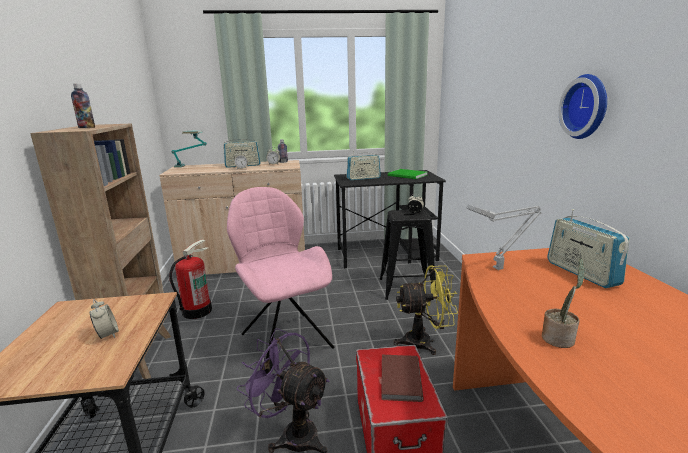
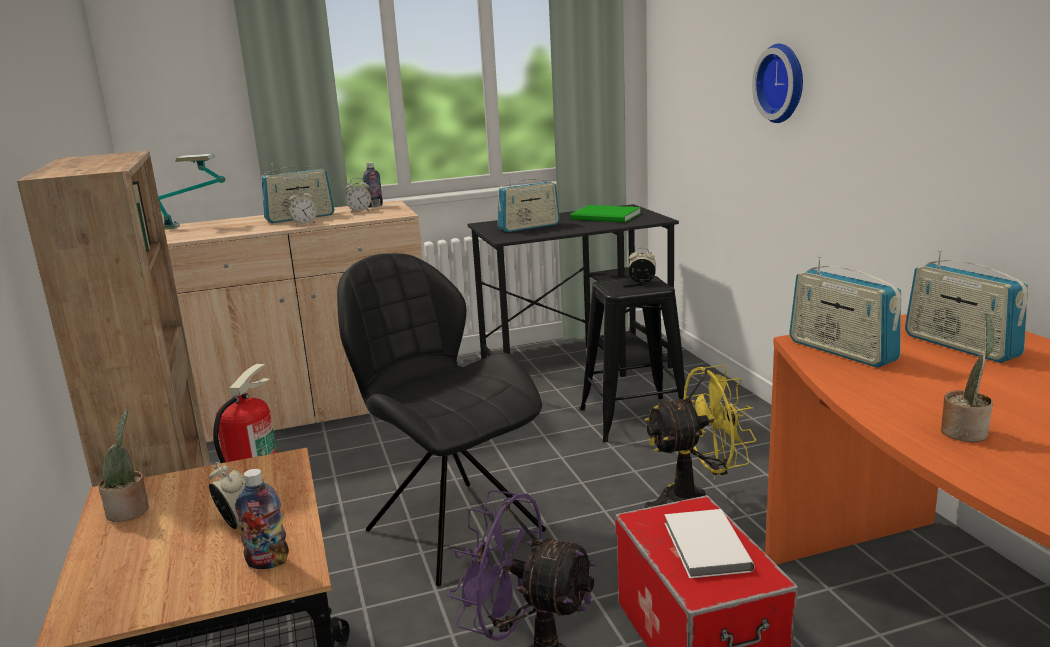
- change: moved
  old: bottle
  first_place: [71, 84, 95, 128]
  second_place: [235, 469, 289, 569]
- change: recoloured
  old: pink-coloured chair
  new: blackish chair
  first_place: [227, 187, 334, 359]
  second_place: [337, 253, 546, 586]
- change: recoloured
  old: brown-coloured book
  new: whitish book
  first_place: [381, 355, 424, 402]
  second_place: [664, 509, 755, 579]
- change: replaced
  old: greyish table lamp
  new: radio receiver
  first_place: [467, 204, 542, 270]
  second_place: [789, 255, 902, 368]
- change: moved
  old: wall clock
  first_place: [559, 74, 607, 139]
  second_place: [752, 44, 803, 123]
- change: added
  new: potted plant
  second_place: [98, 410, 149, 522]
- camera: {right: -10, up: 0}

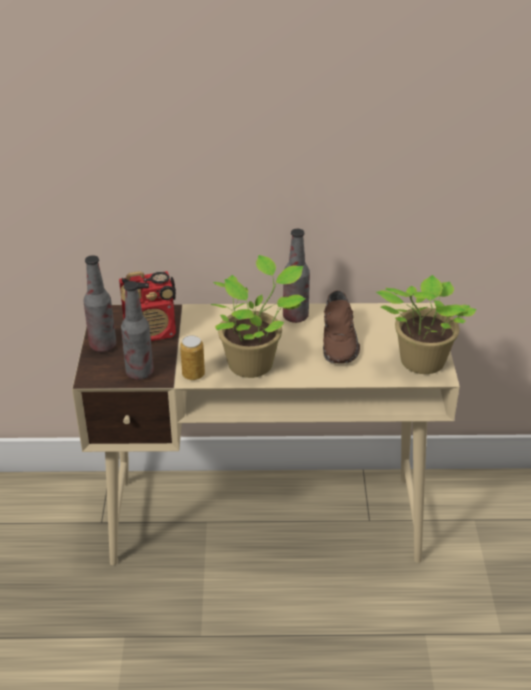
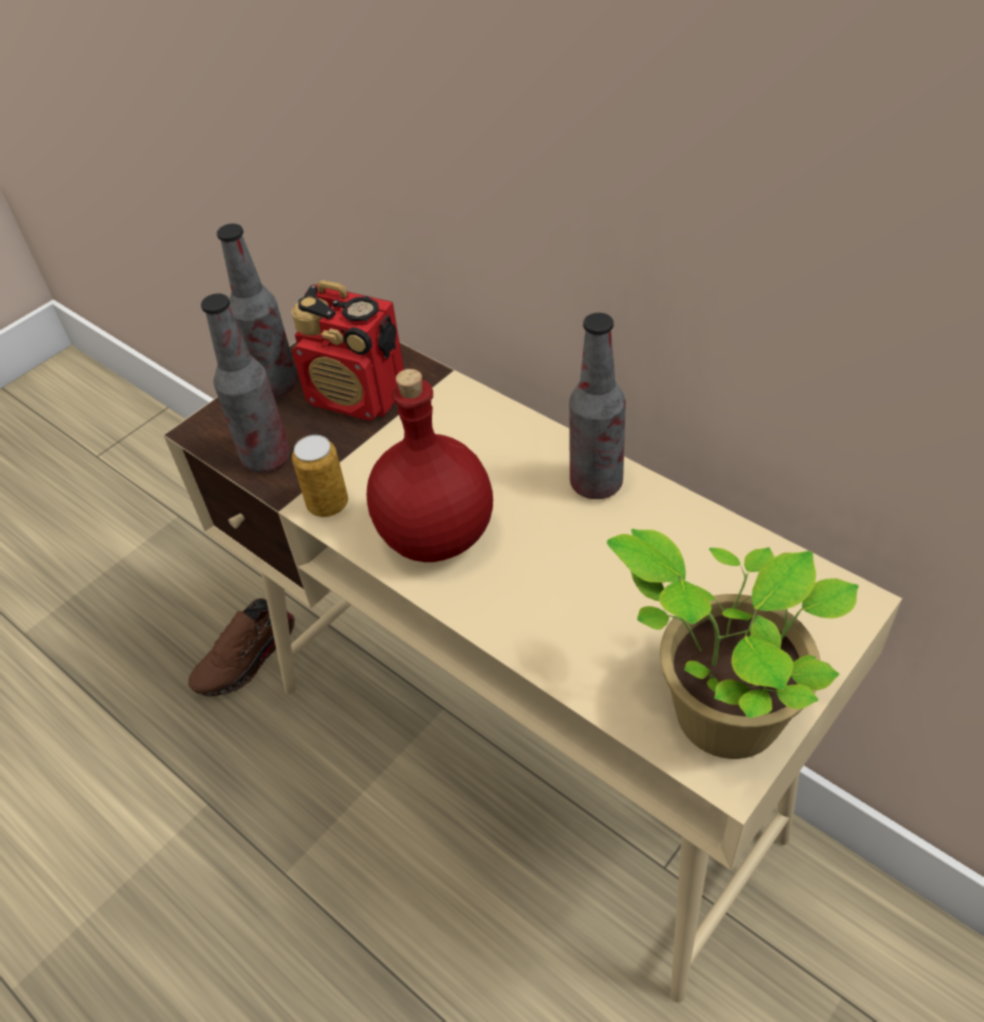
- change: replaced
  old: potted plant
  new: red bottle
  first_place: [211, 255, 306, 378]
  second_place: [367, 369, 493, 562]
- change: moved
  old: brown-coloured item of footwear
  first_place: [323, 290, 360, 363]
  second_place: [189, 598, 295, 696]
- camera: {right: 45, up: 10}

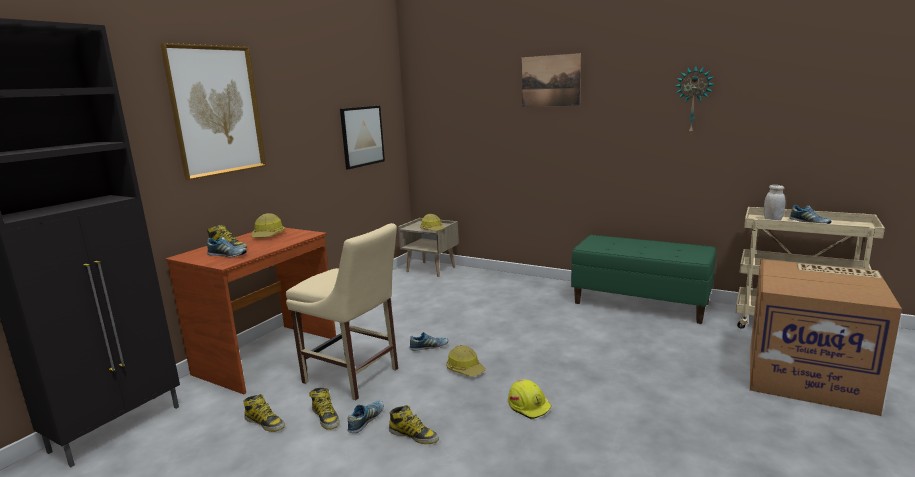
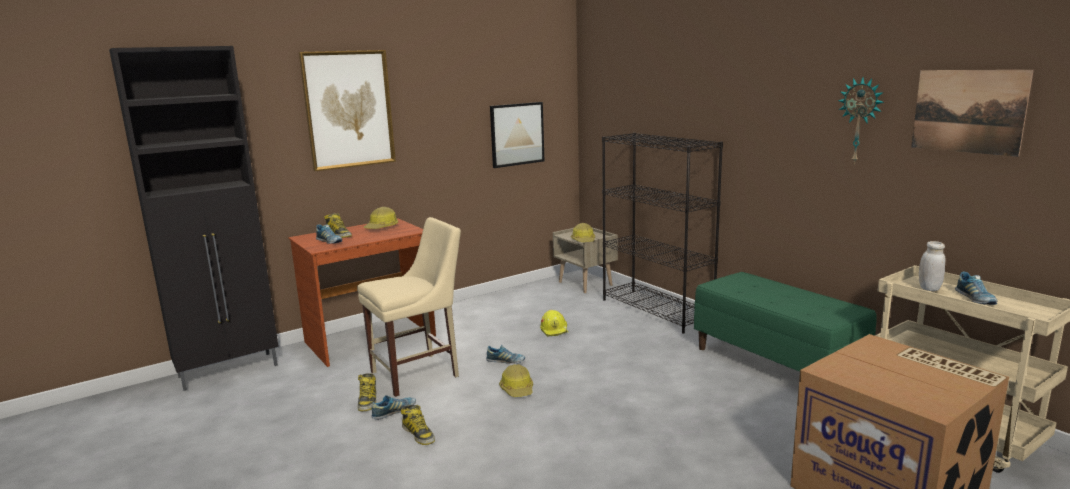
- change: removed
  old: high-top boot
  first_place: [243, 394, 285, 432]
- change: turned
  old: beige chair
  first_place: [286, 223, 398, 400]
  second_place: [357, 217, 461, 397]
  degrees: -90
- change: moved
  old: yellow hard hat
  first_place: [508, 380, 552, 419]
  second_place: [540, 310, 568, 336]
- change: moved
  old: wall art
  first_place: [522, 53, 581, 107]
  second_place: [911, 70, 1034, 157]
- change: added
  new: blackish bookshelf
  second_place: [602, 133, 723, 333]
- camera: {right: 25, up: 0}

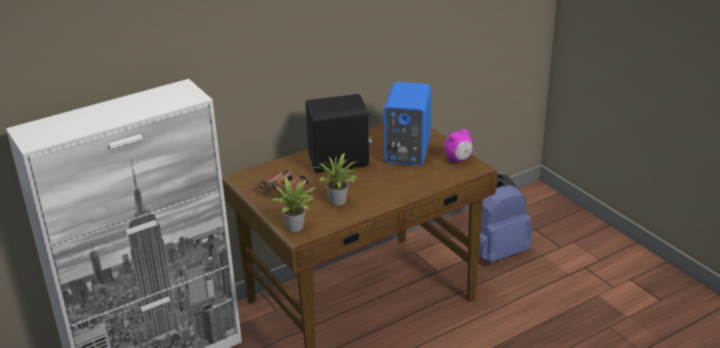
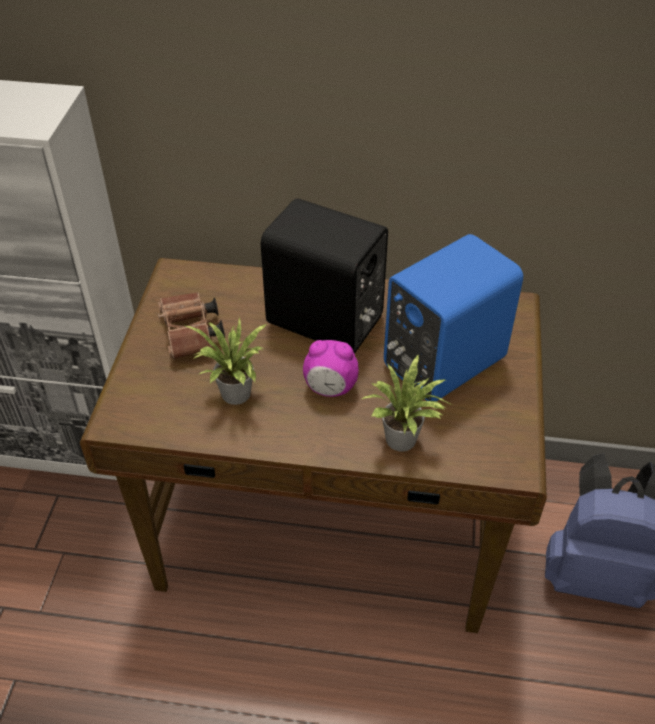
- change: moved
  old: potted plant
  first_place: [273, 177, 318, 232]
  second_place: [362, 354, 452, 452]
- change: moved
  old: bedside clock
  first_place: [445, 129, 473, 162]
  second_place: [303, 340, 359, 397]
- camera: {right: 40, up: 15}

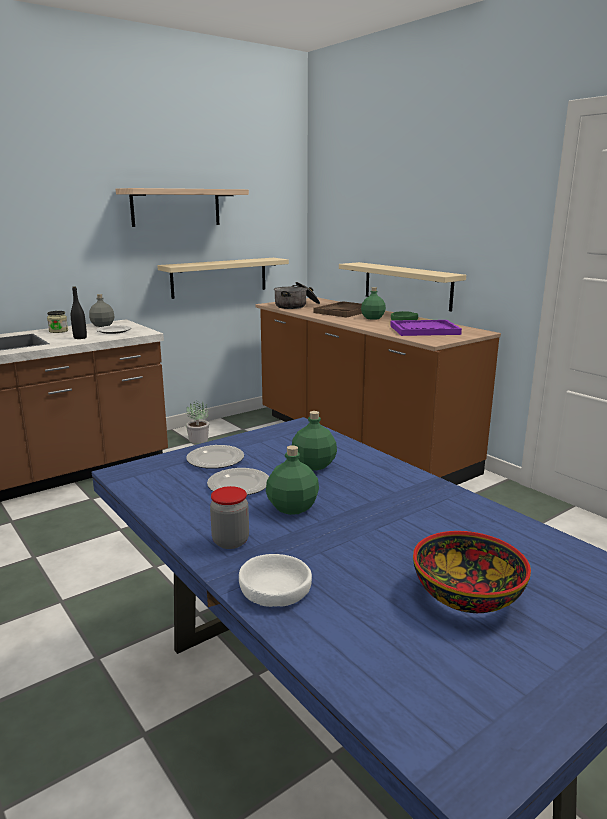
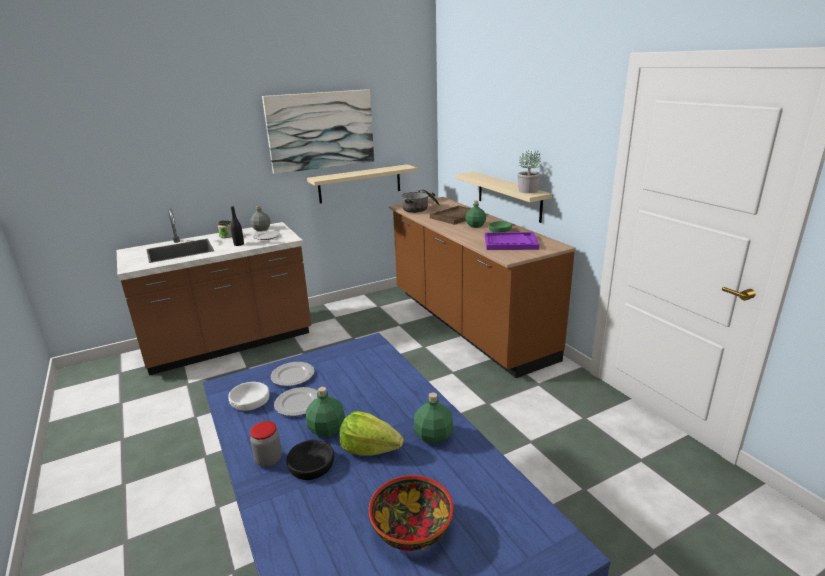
- change: replaced
  old: wall shelf
  new: wall art
  first_place: [116, 188, 249, 227]
  second_place: [262, 89, 374, 174]
- change: moved
  old: potted plant
  first_place: [186, 400, 209, 444]
  second_place: [517, 150, 541, 193]
- change: moved
  old: whitish serving bowl
  first_place: [239, 554, 312, 607]
  second_place: [228, 382, 269, 411]
- change: moved
  old: green-coloured bottle
  first_place: [292, 411, 337, 471]
  second_place: [414, 393, 454, 444]
- change: added
  new: blackish serving bowl
  second_place: [287, 440, 334, 480]
- change: added
  new: lettuce
  second_place: [339, 411, 404, 456]
- camera: {right: 10, up: 5}

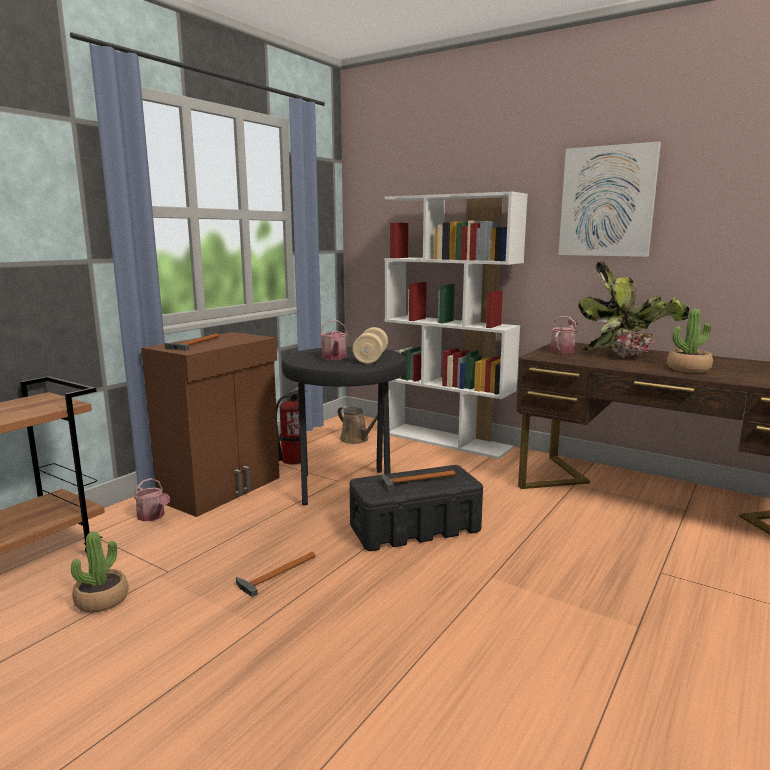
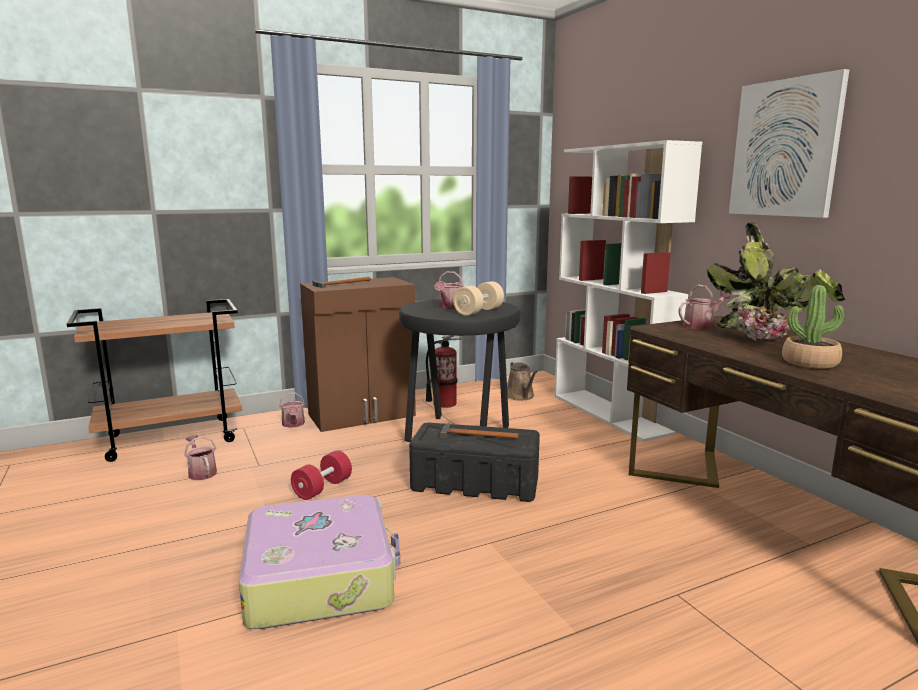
- change: replaced
  old: potted plant
  new: sprinkling can
  first_place: [71, 531, 129, 613]
  second_place: [184, 435, 217, 480]
- change: replaced
  old: tool hammer
  new: red hand weight
  first_place: [236, 552, 316, 597]
  second_place: [291, 450, 352, 500]
- change: added
  new: piece of luggage
  second_place: [239, 495, 400, 629]
- camera: {right: 30, up: 0}

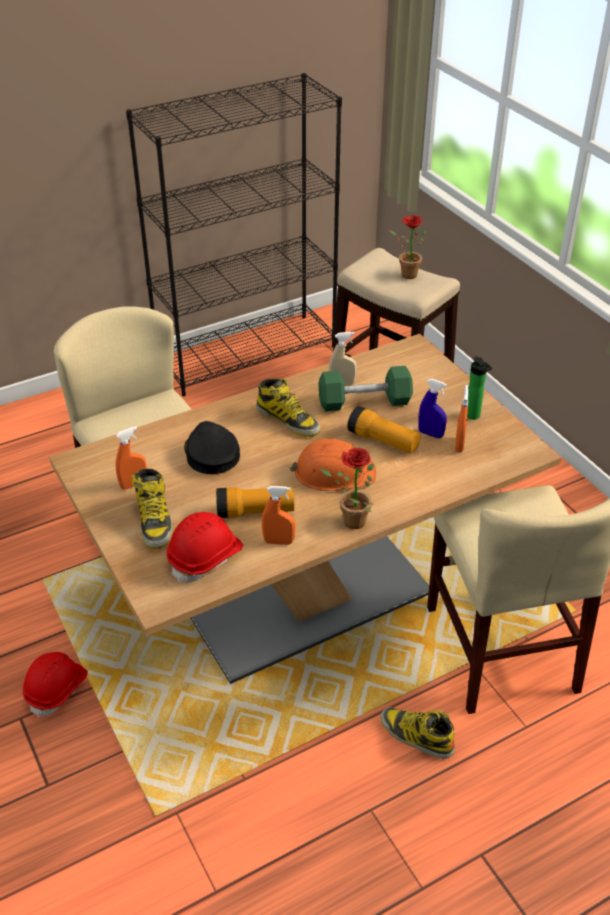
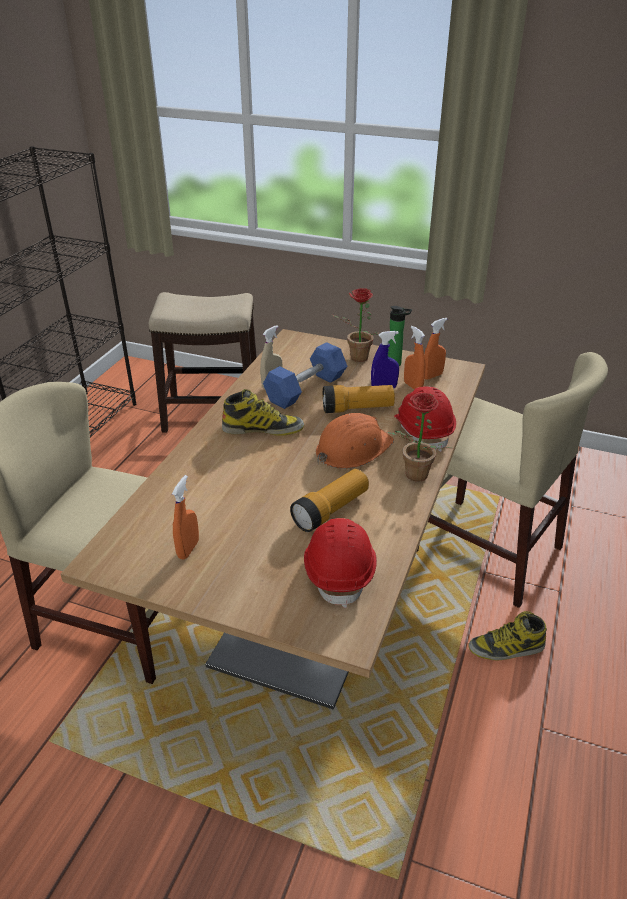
- change: moved
  old: red hard hat
  first_place: [23, 652, 88, 718]
  second_place: [394, 386, 456, 452]
- change: removed
  old: high-top boot
  first_place: [131, 469, 172, 549]
- change: removed
  old: blackish cap
  first_place: [184, 421, 240, 474]
- change: moved
  old: orange-coloured hand sprayer
  first_place: [262, 486, 295, 545]
  second_place: [424, 318, 447, 379]
- change: recoloured
  old: green-coloured hand weight
  new: blue hand weight
  first_place: [318, 366, 413, 411]
  second_place: [263, 342, 348, 409]
- change: moved
  old: potted plant
  first_place: [389, 215, 426, 279]
  second_place: [332, 288, 378, 362]
- camera: {right: -40, up: -5}

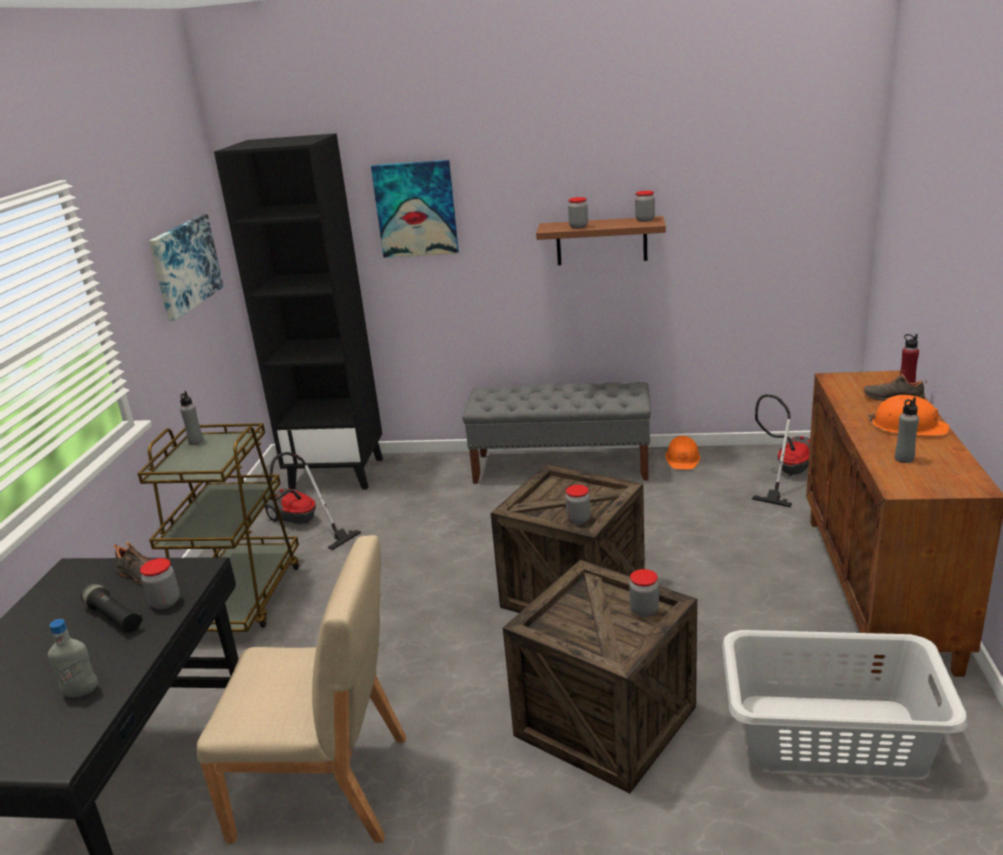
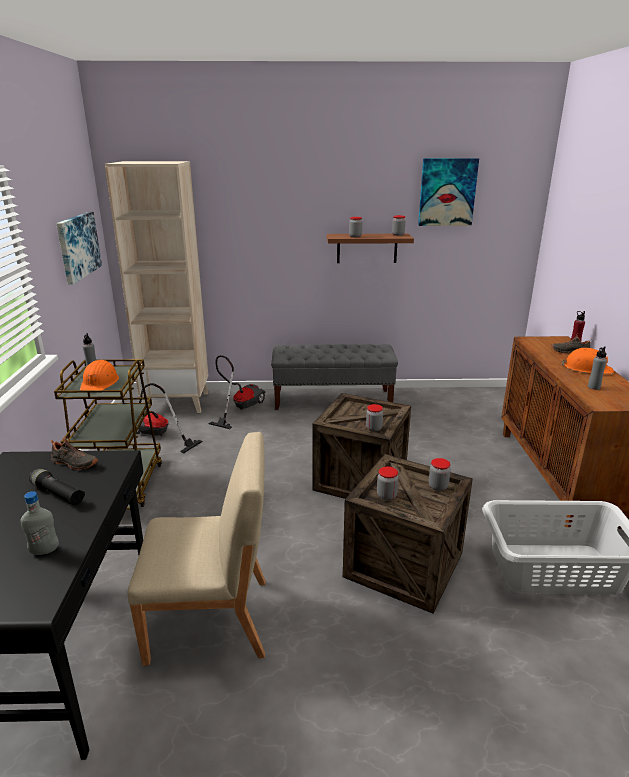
- change: moved
  old: preserve jar
  first_place: [140, 558, 180, 609]
  second_place: [377, 466, 398, 500]
- change: recoloured
  old: blackish bookshelf
  new: beige bookshelf
  first_place: [214, 133, 383, 489]
  second_place: [105, 161, 208, 413]
- change: moved
  old: wall art
  first_place: [371, 160, 459, 258]
  second_place: [418, 158, 479, 226]
- change: moved
  old: orange-coloured hard hat
  first_place: [665, 436, 700, 470]
  second_place: [80, 360, 119, 390]
- change: moved
  old: vacuum cleaner
  first_place: [752, 394, 810, 507]
  second_place: [209, 355, 266, 429]
- camera: {right: -10, up: 0}

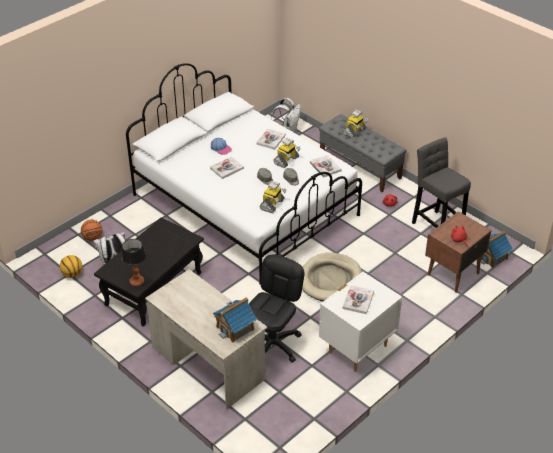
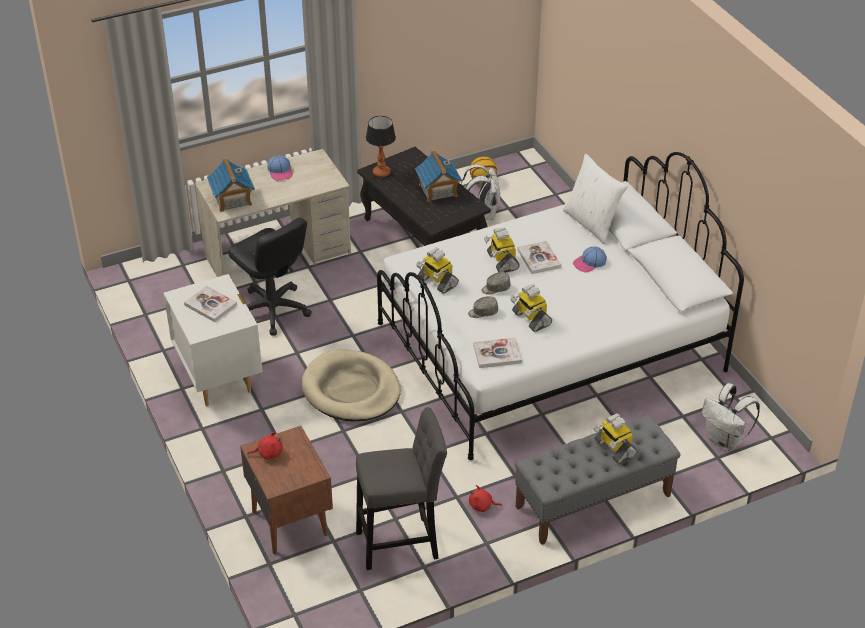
- change: removed
  old: basketball ball
  first_place: [81, 220, 103, 241]
- change: removed
  old: book
  first_place: [256, 129, 286, 150]
- change: moved
  old: toy house
  first_place: [481, 231, 513, 268]
  second_place: [415, 150, 462, 202]
- change: added
  new: cap
  second_place: [267, 155, 293, 181]
- change: added
  new: model robot
  second_place: [484, 227, 520, 273]
- change: added
  new: whitish throw pillow
  second_place: [563, 154, 628, 244]
- camera: {right: 110, up: 0}

